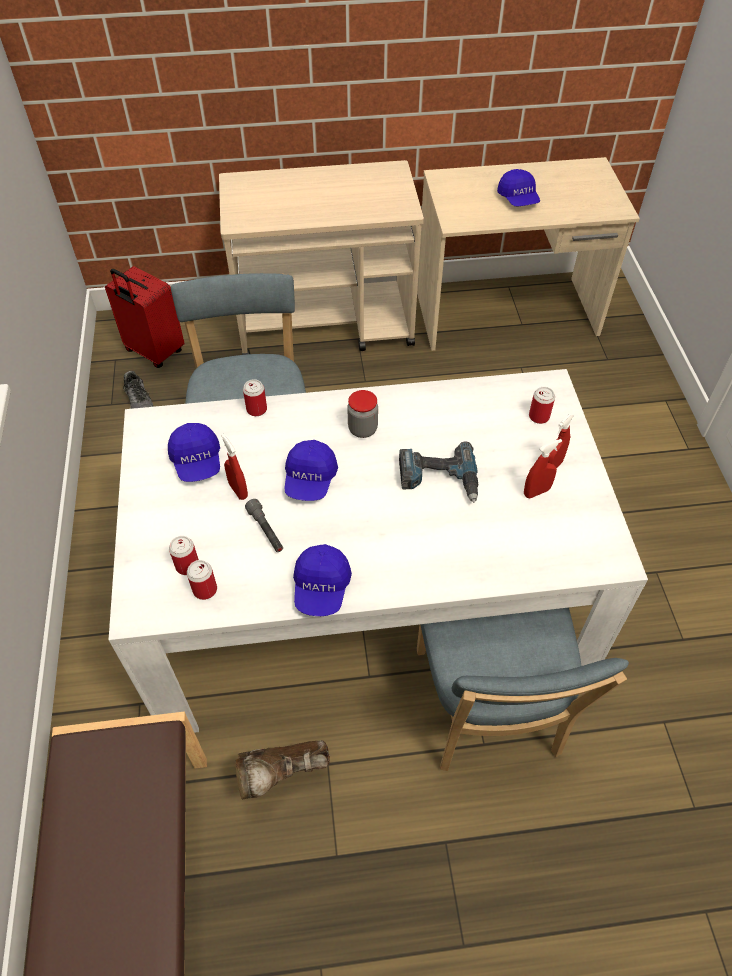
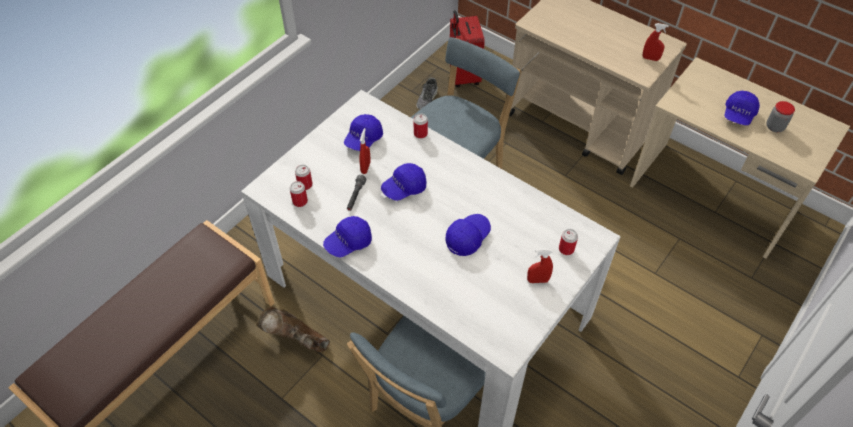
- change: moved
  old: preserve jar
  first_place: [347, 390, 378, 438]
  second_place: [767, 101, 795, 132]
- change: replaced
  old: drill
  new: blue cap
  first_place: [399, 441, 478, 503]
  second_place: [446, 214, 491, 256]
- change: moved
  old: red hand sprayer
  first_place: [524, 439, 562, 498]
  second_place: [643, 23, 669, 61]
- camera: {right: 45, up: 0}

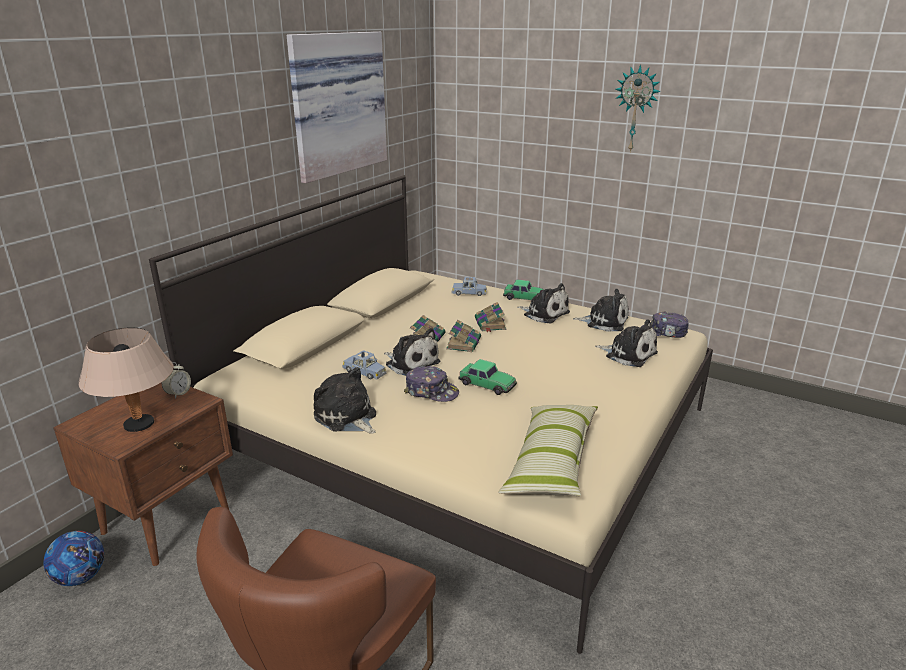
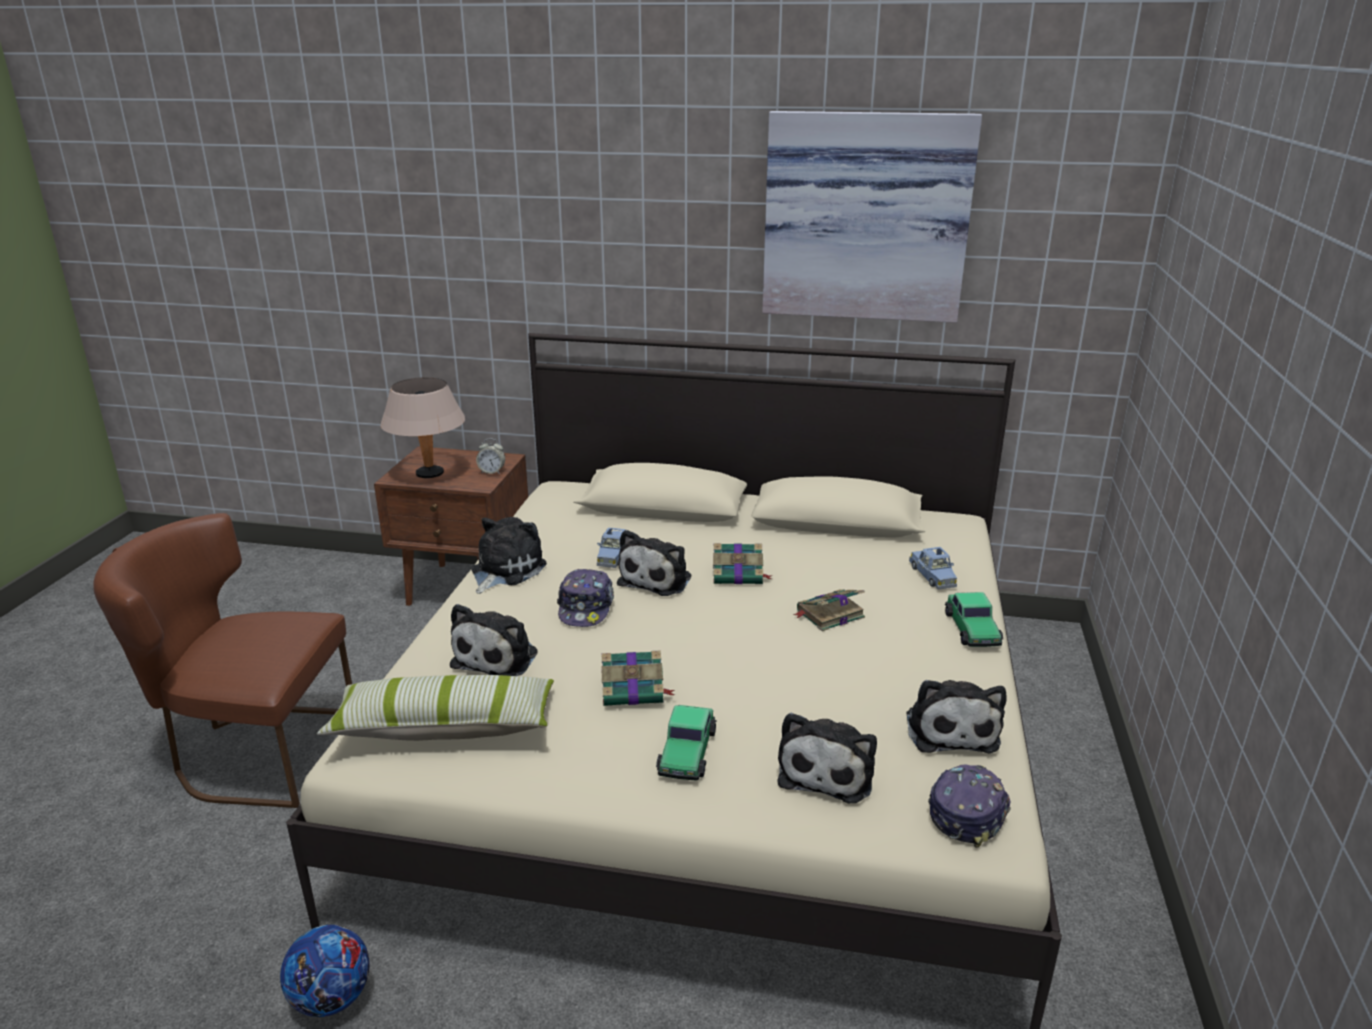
- change: moved
  old: football
  first_place: [44, 531, 104, 586]
  second_place: [280, 925, 370, 1017]
- change: moved
  old: book
  first_place: [446, 320, 481, 352]
  second_place: [601, 650, 675, 706]
- change: moved
  old: model car
  first_place: [458, 359, 517, 395]
  second_place: [656, 705, 717, 781]
- change: moved
  old: plush toy
  first_place: [517, 283, 570, 324]
  second_place: [450, 604, 538, 676]
- change: removed
  old: wall clock
  first_place: [615, 65, 661, 153]
- change: turned
  old: cap
  first_place: [640, 311, 689, 338]
  second_place: [928, 764, 1011, 848]
  degrees: 45
- camera: {right: 70, up: 0}

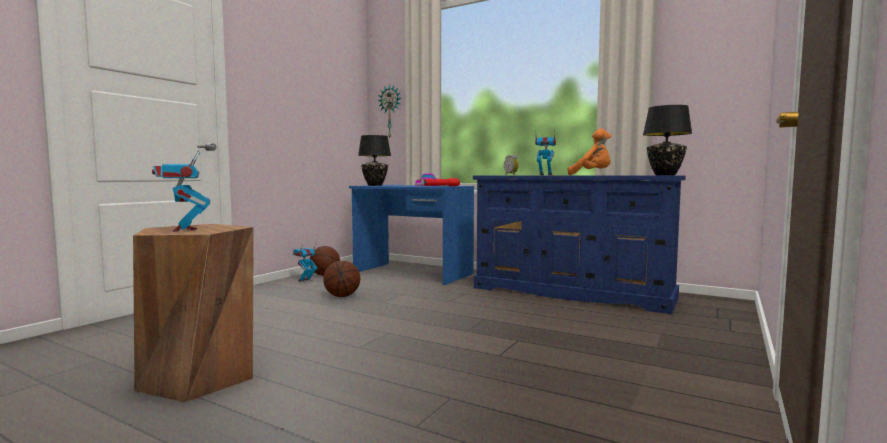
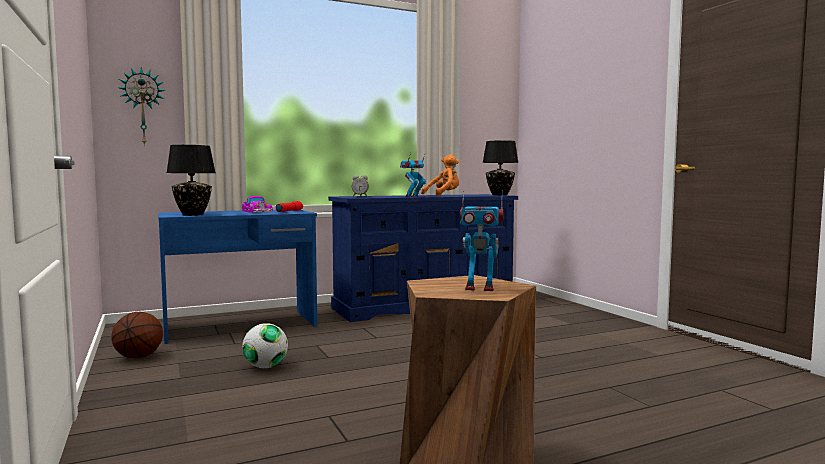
- change: removed
  old: model robot
  first_place: [293, 244, 317, 282]
- change: replaced
  old: basketball ball
  new: football
  first_place: [323, 261, 360, 297]
  second_place: [242, 323, 288, 368]
- camera: {right: -55, up: 0}

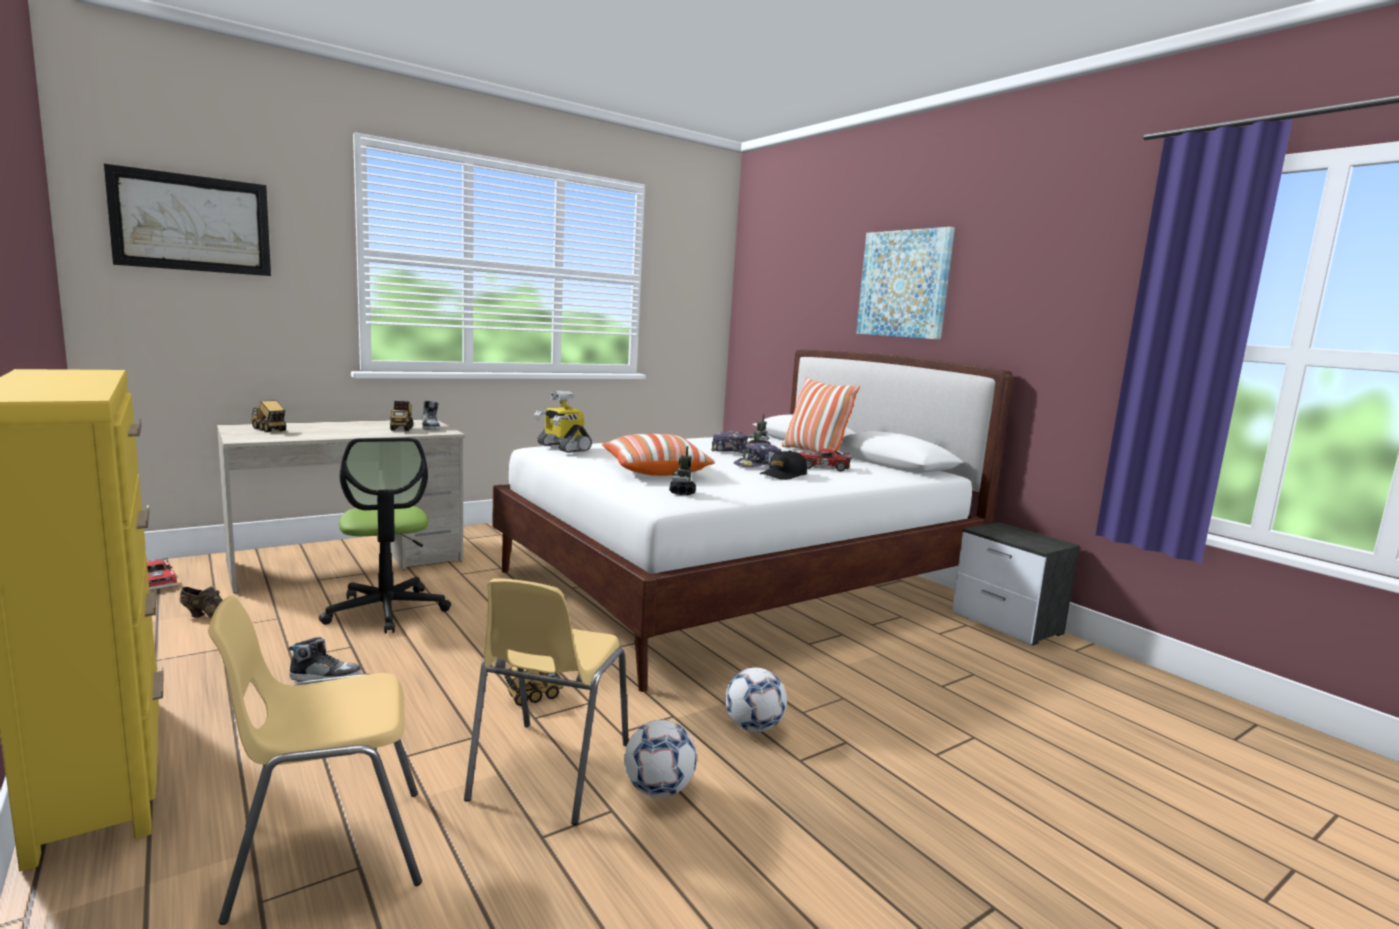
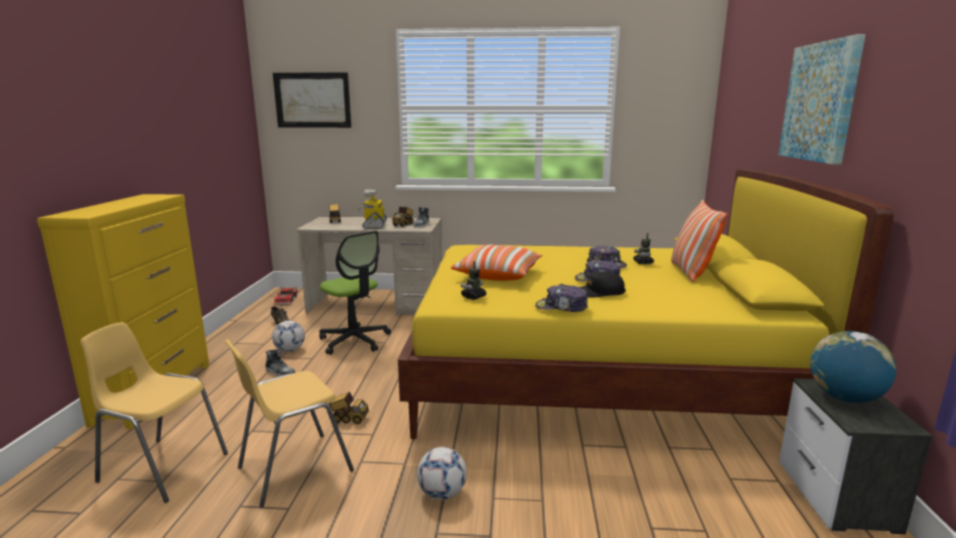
- change: turned
  old: computer chair
  first_place: [319, 438, 451, 634]
  second_place: [319, 231, 391, 355]
  degrees: -60
- change: recoloured
  old: whitish bed
  new: yellow bed
  first_place: [493, 350, 1013, 692]
  second_place: [398, 169, 894, 439]
- change: moved
  old: model robot
  first_place: [534, 390, 592, 453]
  second_place: [358, 189, 387, 229]
- change: moved
  old: football
  first_place: [624, 720, 697, 798]
  second_place: [272, 321, 305, 352]
- change: removed
  old: model car
  first_place: [799, 448, 852, 471]
- change: added
  new: cap
  second_place: [535, 284, 588, 312]
- change: added
  new: world globe
  second_place: [810, 331, 896, 403]
- camera: {right: 40, up: 5}

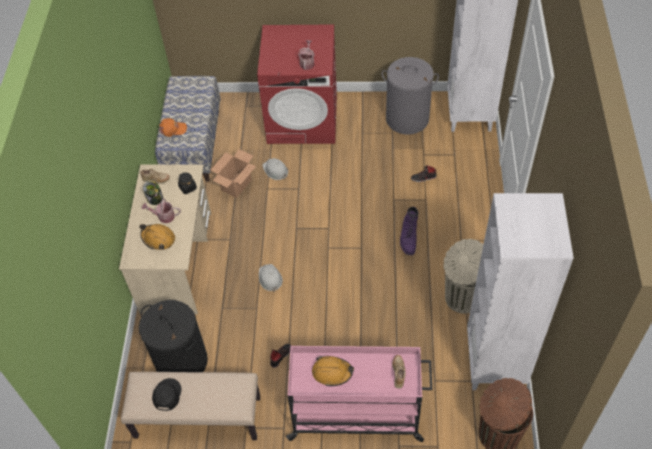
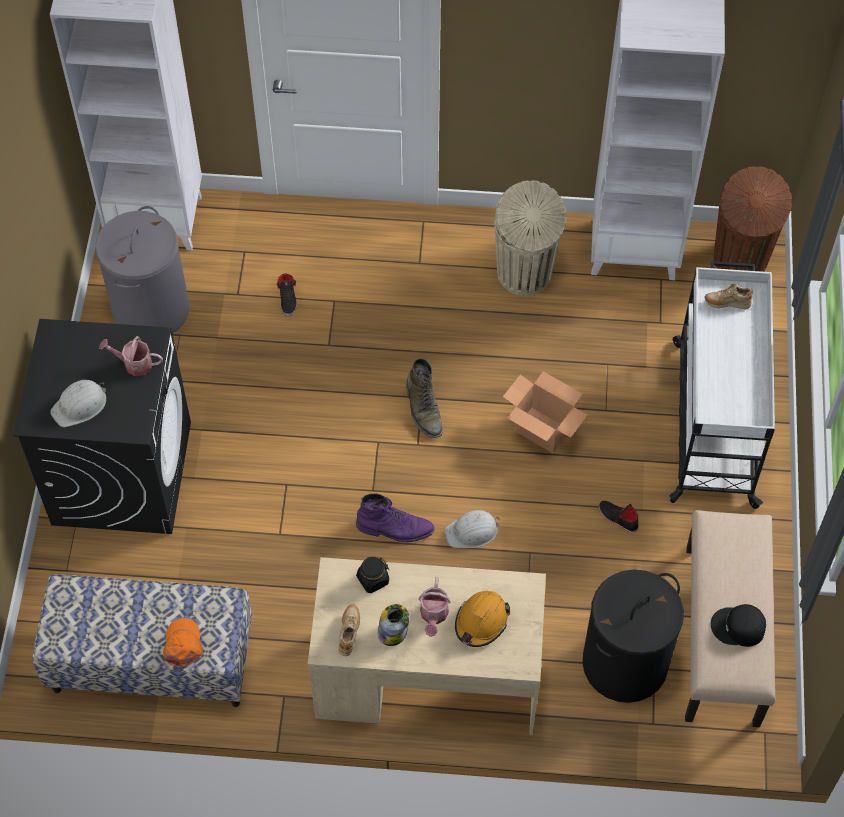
- change: moved
  old: packing box
  first_place: [211, 149, 256, 198]
  second_place: [503, 371, 588, 453]
- change: recoloured
  old: red laundry appliance
  new: blackish laundry appliance
  first_place: [257, 24, 337, 144]
  second_place: [13, 319, 191, 534]
- change: moved
  old: whitish hard hat
  first_place: [262, 158, 288, 180]
  second_place: [50, 380, 106, 427]
- change: recoloured
  old: pink-coloured trolley
  new: whitish trolley
  first_place: [286, 346, 432, 442]
  second_place: [669, 261, 775, 509]
- change: removed
  old: orange-coloured hard hat
  first_place: [312, 356, 354, 387]
- change: moved
  old: purple high-top boot
  first_place: [400, 207, 418, 255]
  second_place: [356, 493, 435, 542]
- change: added
  new: green-coloured high-top boot
  second_place: [406, 358, 443, 438]
- camera: {right: -90, up: 5}

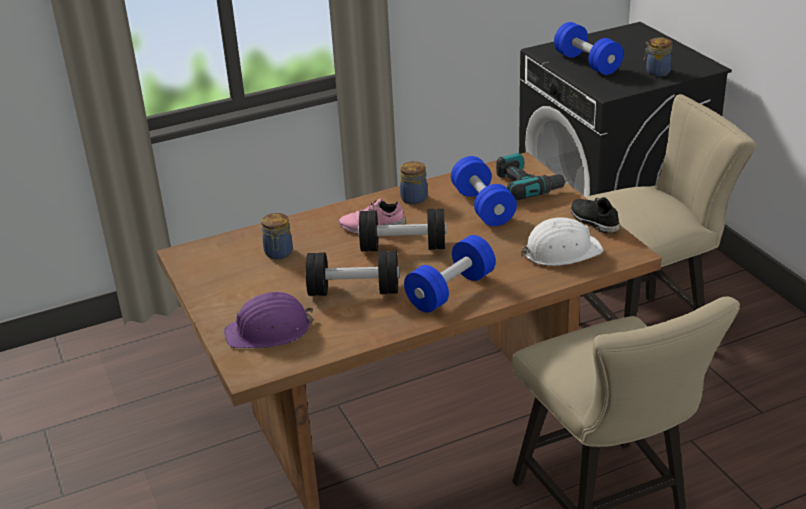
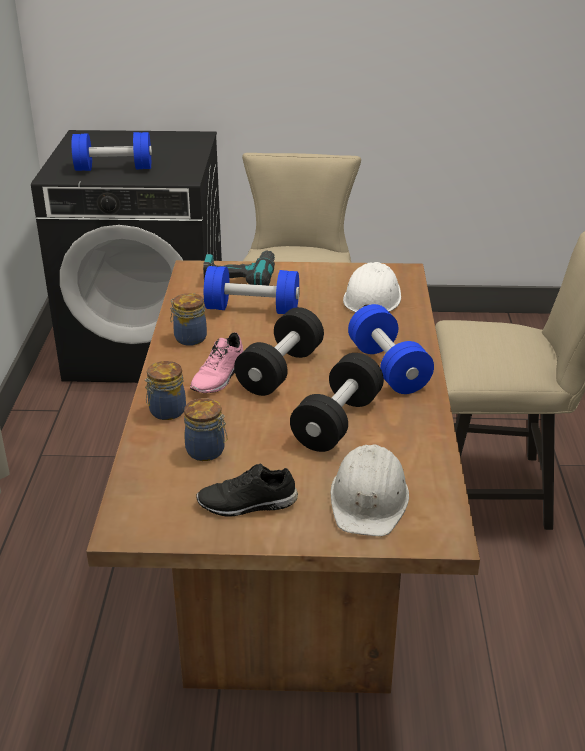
- change: recoloured
  old: purple hard hat
  new: whitish hard hat
  first_place: [224, 292, 313, 348]
  second_place: [330, 445, 409, 536]
- change: moved
  old: blackish item of footwear
  first_place: [571, 197, 621, 234]
  second_place: [196, 464, 298, 517]
- change: moved
  old: preserve jar
  first_place: [644, 37, 672, 77]
  second_place: [145, 361, 186, 420]
- camera: {right: -65, up: 0}

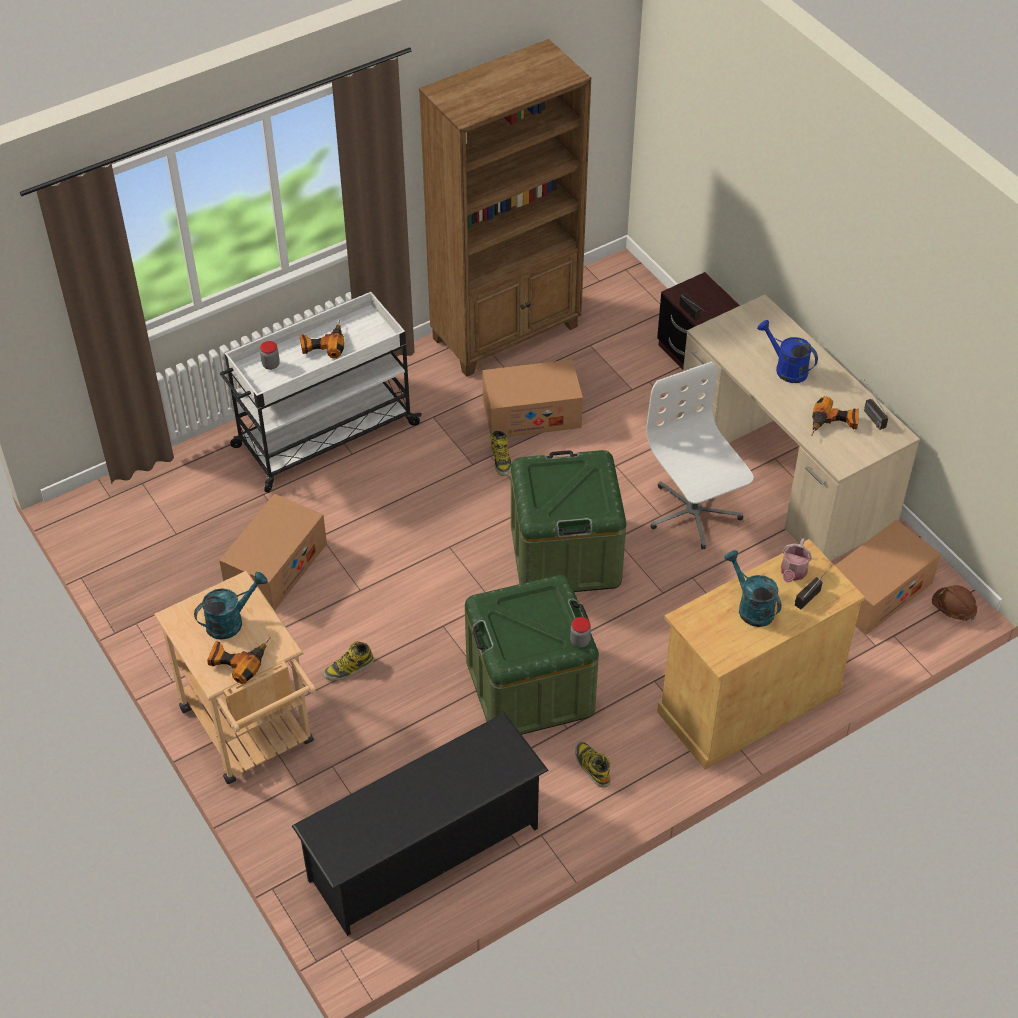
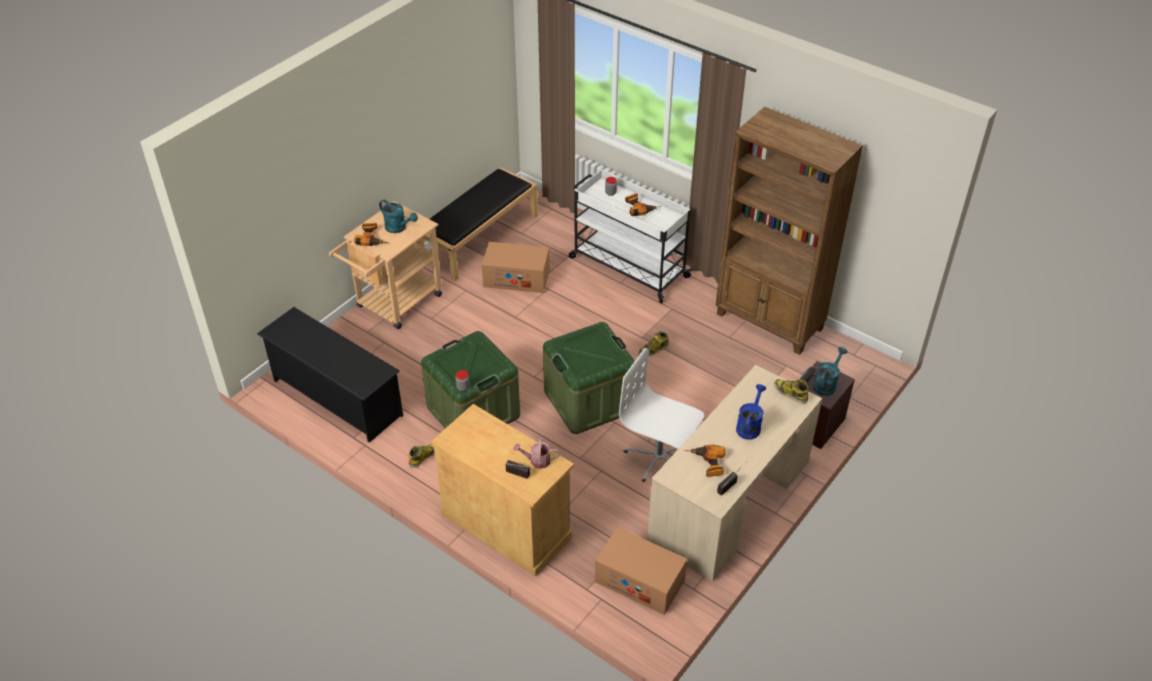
- change: moved
  old: high-top boot
  first_place: [323, 641, 374, 681]
  second_place: [774, 379, 809, 403]
- change: removed
  old: packing box
  first_place: [482, 359, 583, 437]
- change: turned
  old: whitish computer chair
  first_place: [646, 362, 754, 549]
  second_place: [619, 348, 704, 482]
  degrees: -105
- change: moved
  old: turquoise sprinkling can
  first_place: [724, 550, 781, 627]
  second_place: [813, 347, 847, 396]
- change: removed
  old: brown-coloured hard hat
  first_place: [932, 585, 977, 621]
- change: added
  new: blackish long seat
  second_place: [416, 167, 538, 281]
- camera: {right: 70, up: -5}

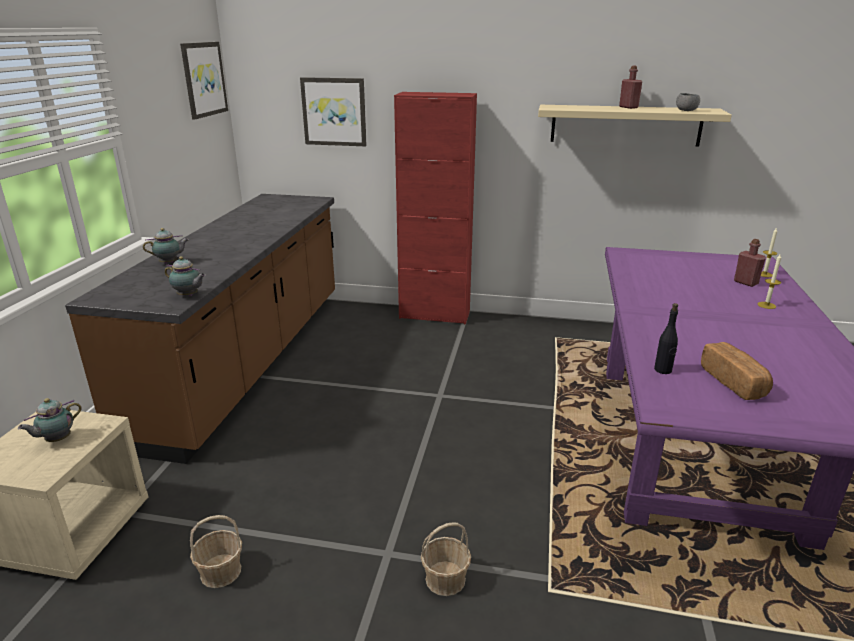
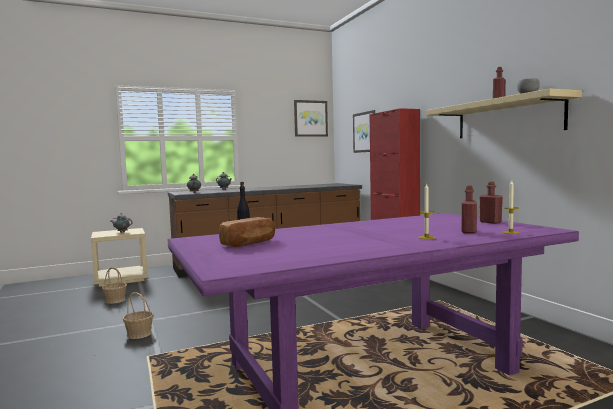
- change: added
  new: red bottle
  second_place: [480, 182, 503, 224]
- camera: {right: 55, up: -20}

